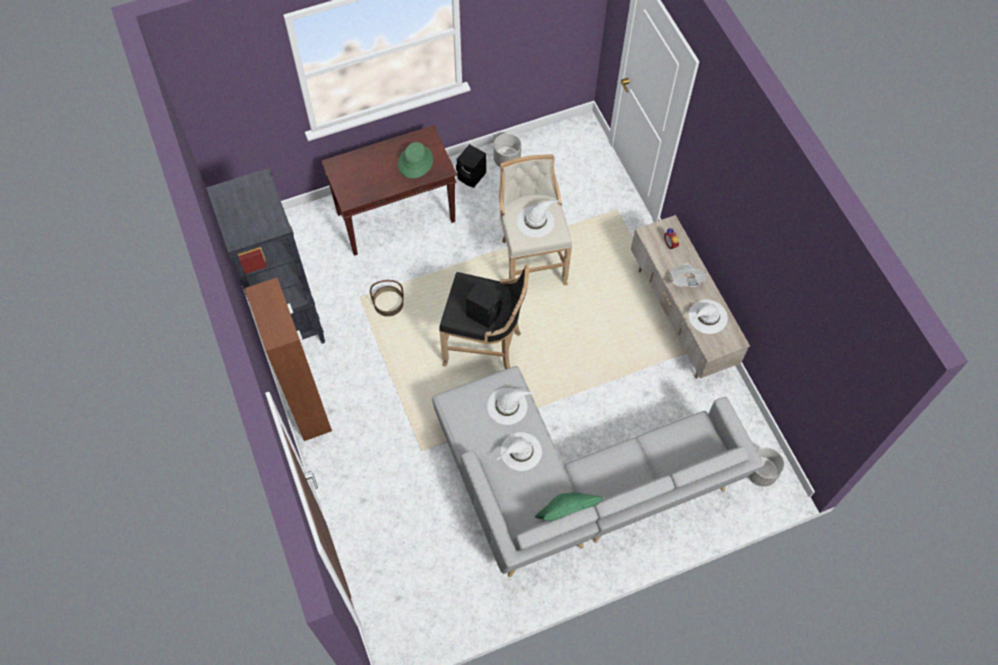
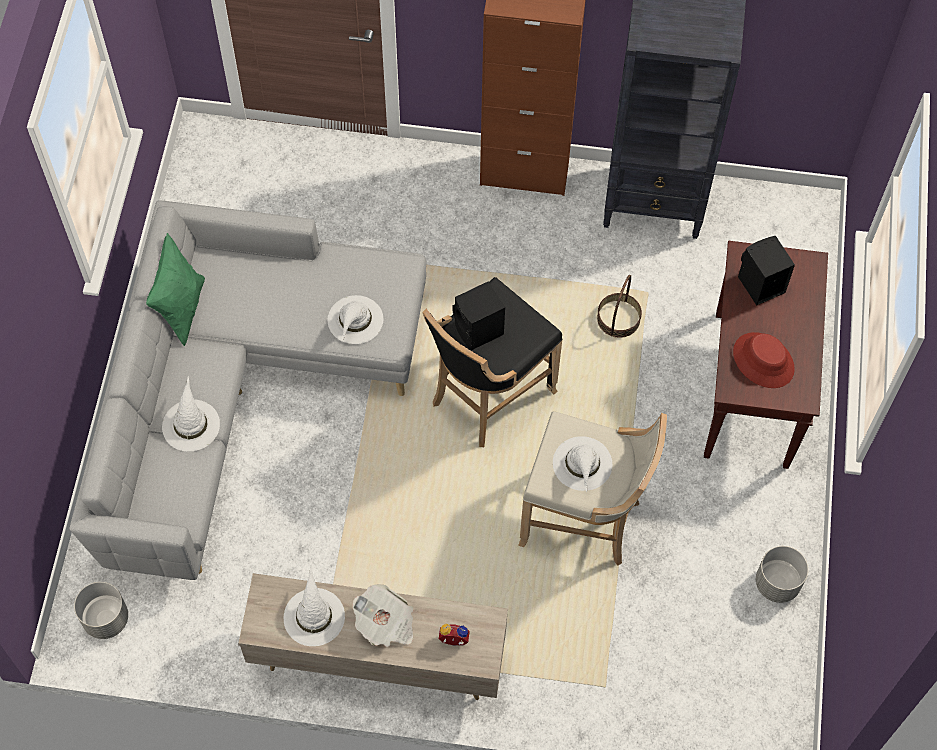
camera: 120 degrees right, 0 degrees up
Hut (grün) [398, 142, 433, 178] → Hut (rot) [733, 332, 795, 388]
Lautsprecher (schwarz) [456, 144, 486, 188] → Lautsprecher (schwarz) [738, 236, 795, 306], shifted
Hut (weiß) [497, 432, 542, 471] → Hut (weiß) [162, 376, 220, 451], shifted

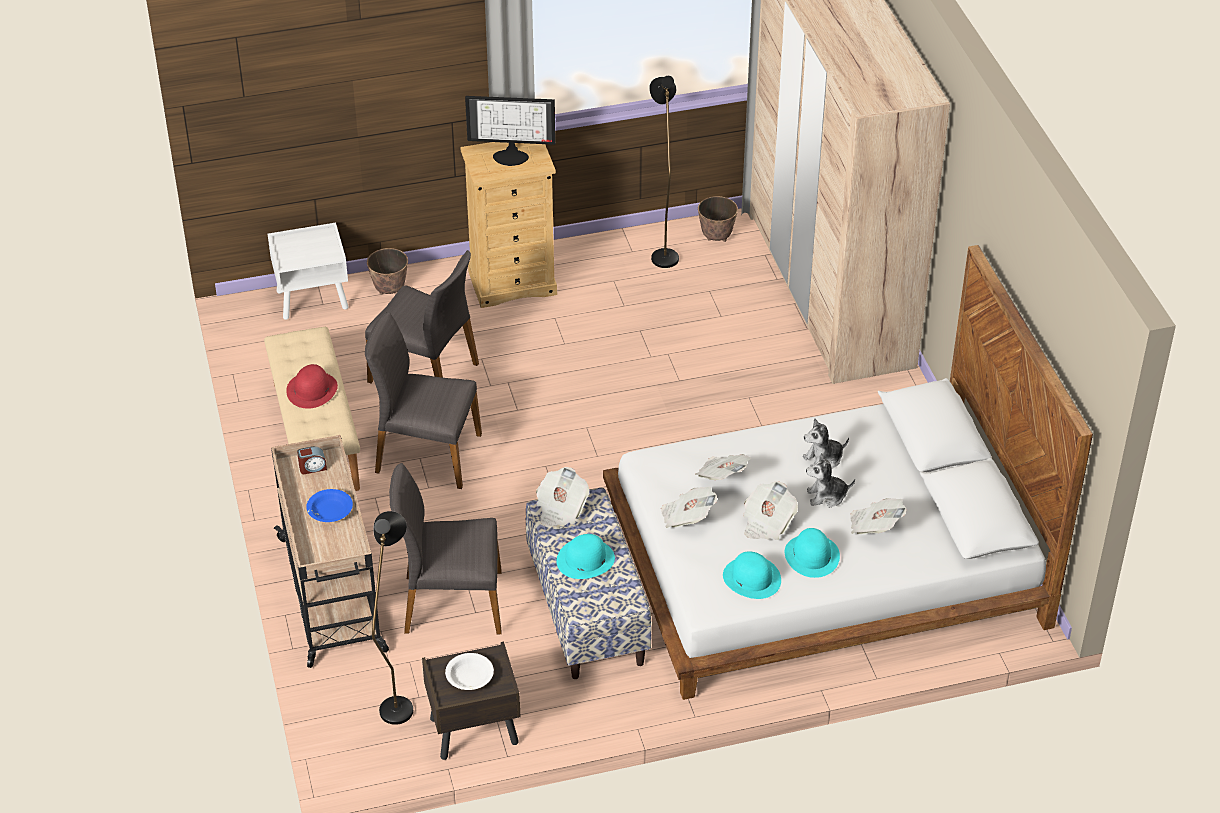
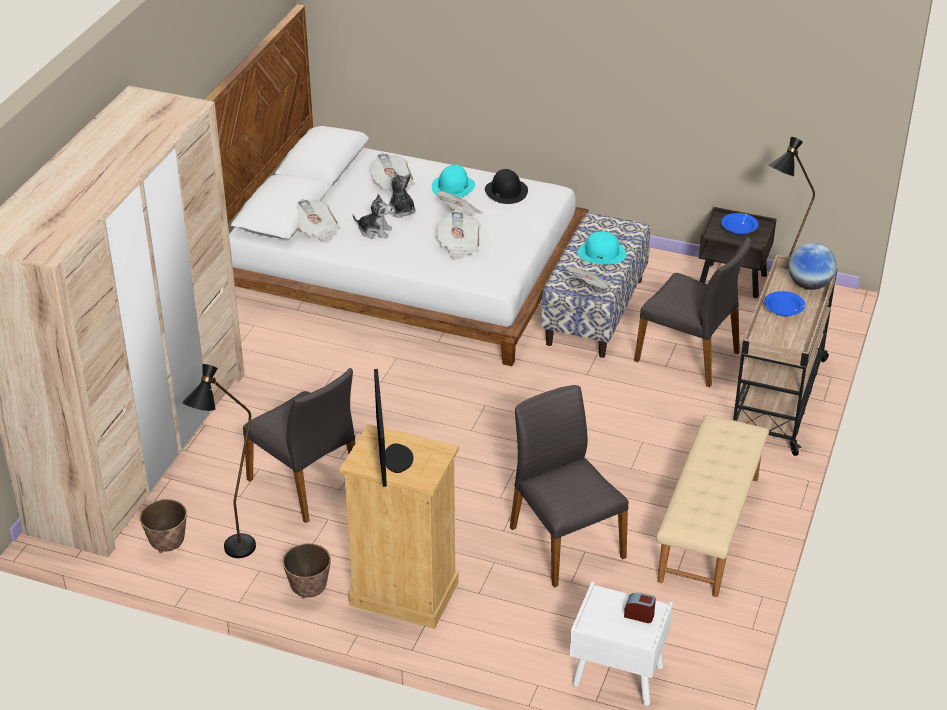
camera: 145 degrees left, 5 degrees down
Hut (rot) [286, 364, 338, 409] → -
Wecker [297, 446, 327, 474] → Wecker [624, 592, 656, 623], shifted
Stuhl (grau) [365, 312, 482, 489] → Stuhl (grau) [243, 368, 355, 523], shifted
Pflanzkübel [367, 248, 408, 295] → Pflanzkübel [283, 543, 331, 599], shifted
Schüssel (weiß) [445, 653, 494, 690] → Schüssel (blau) [721, 213, 759, 235]
Monitor [465, 96, 556, 166] → Monitor [374, 369, 414, 487], 45 degrees clockwise
Zeitung [661, 486, 717, 528] → Zeitung [296, 199, 340, 243], shifted
Hut (türkis) [723, 551, 781, 599] → Hut (schwarz) [485, 169, 528, 204]
Plüschtier [806, 453, 855, 508] → Plüschtier [387, 173, 416, 218], 150 degrees counterclockwise
- → Globus [788, 242, 837, 290]

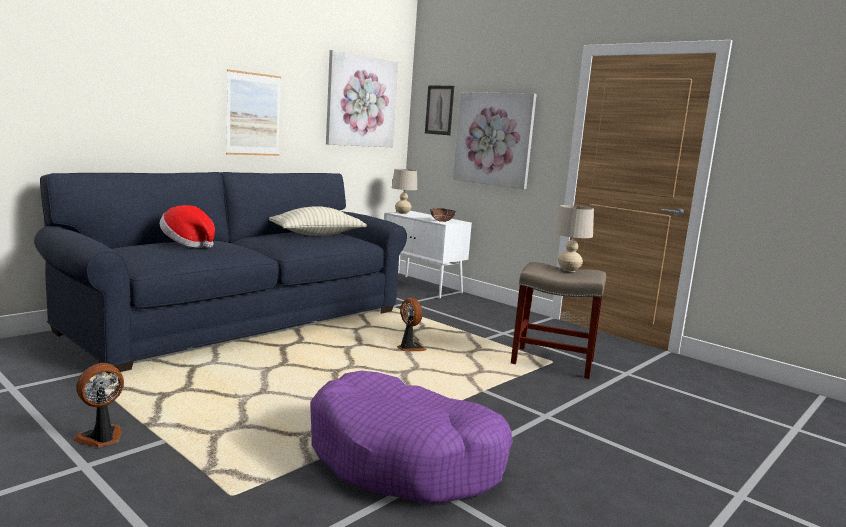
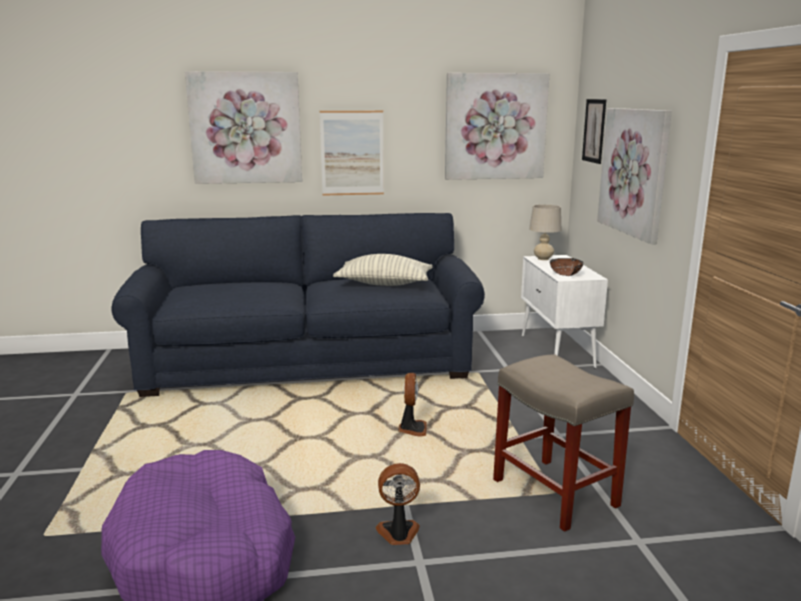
camera: 40 degrees right, 5 degrees up
Ventilator [73, 363, 124, 447] → Ventilator [376, 463, 420, 545], shifted
Hut [160, 205, 215, 248] → -
Tischlampe (beige) [554, 205, 594, 272] → -
- → Bild [185, 71, 302, 184]

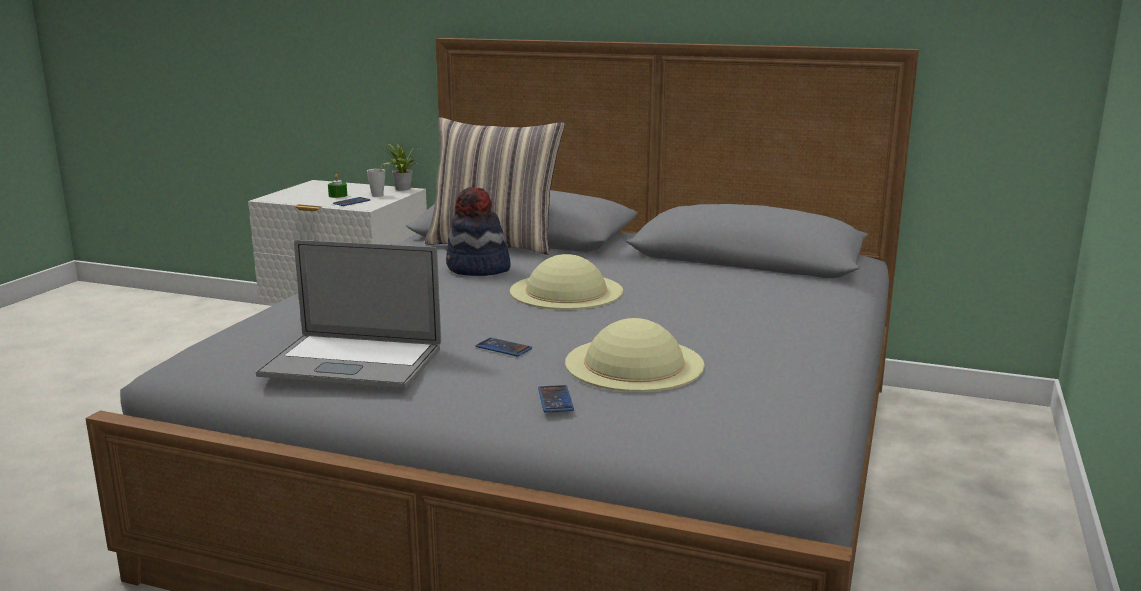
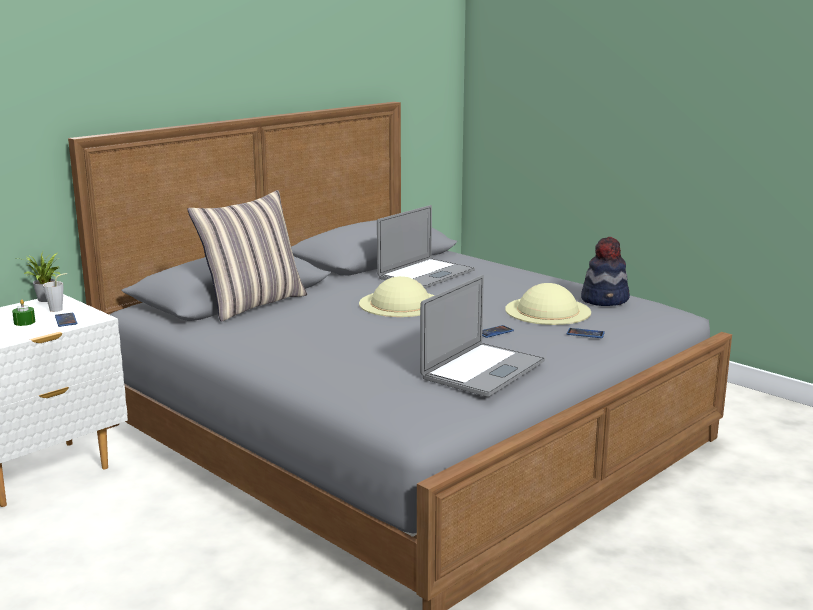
camera: 65 degrees left, 0 degrees up
Hut [446, 187, 511, 276] → Hut [581, 237, 630, 306], shifted
- → Laptop [377, 205, 475, 288]

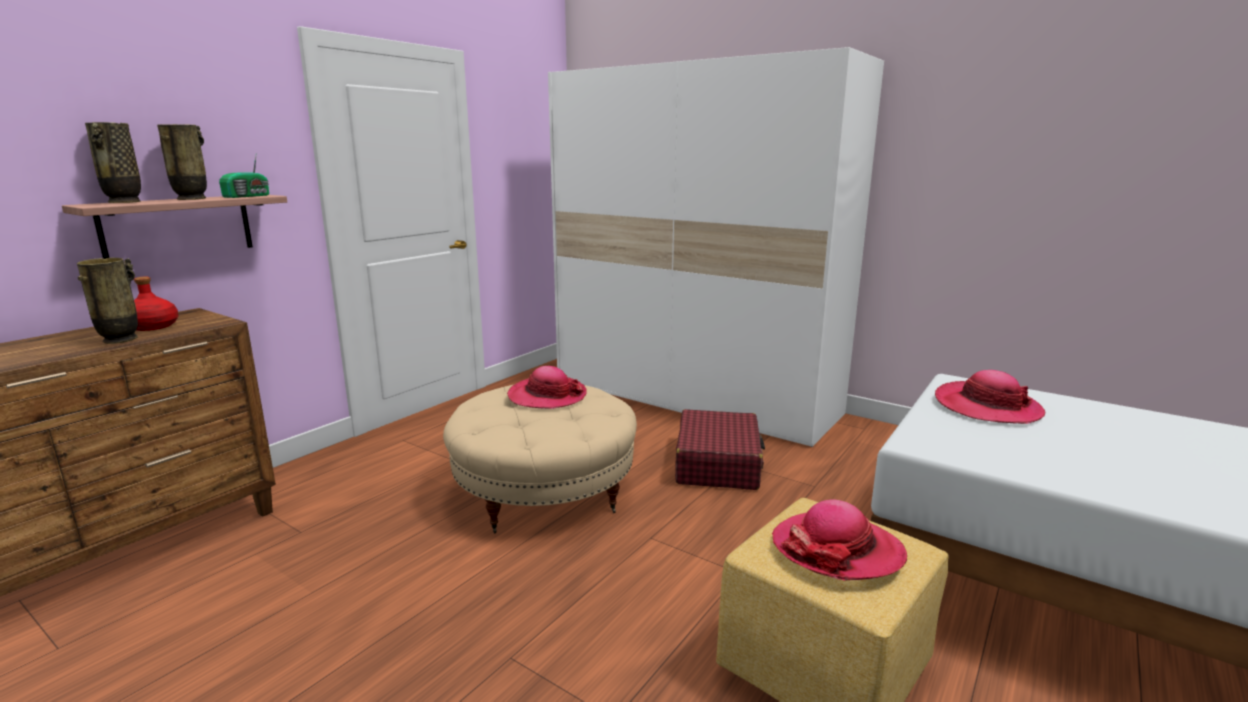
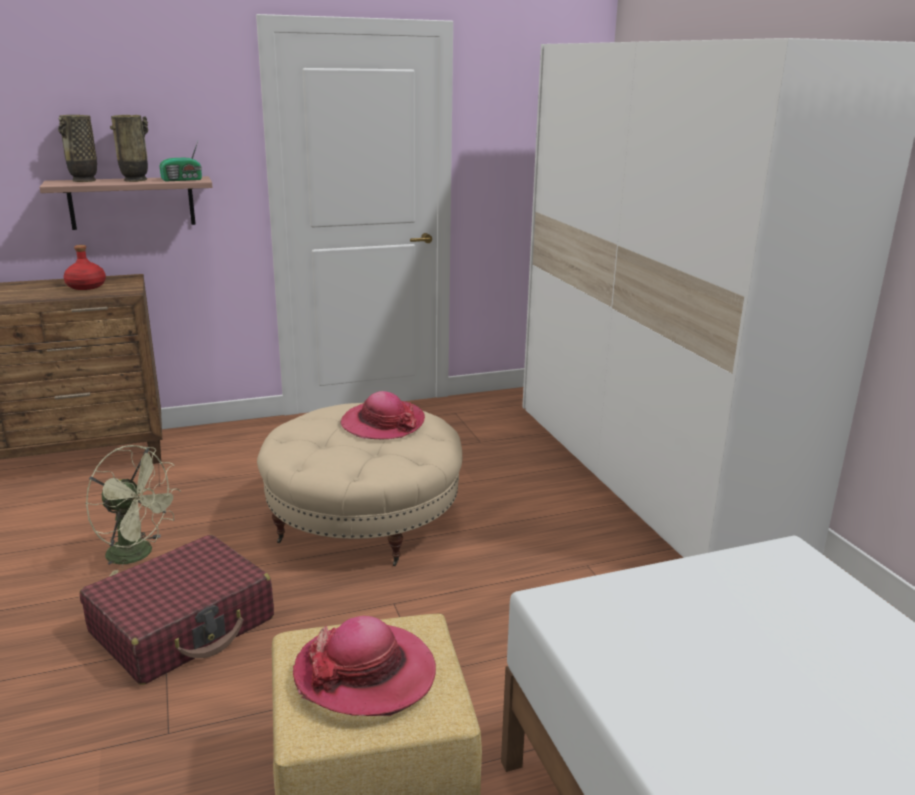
camera: 35 degrees right, 5 degrees up
Vase [77, 258, 138, 344] → -
Koffer (rot) [675, 409, 765, 490] → Koffer (rot) [80, 535, 274, 685], shifted
Hut [935, 370, 1045, 424] → -
- → Ventilator (grün) [86, 445, 181, 576]

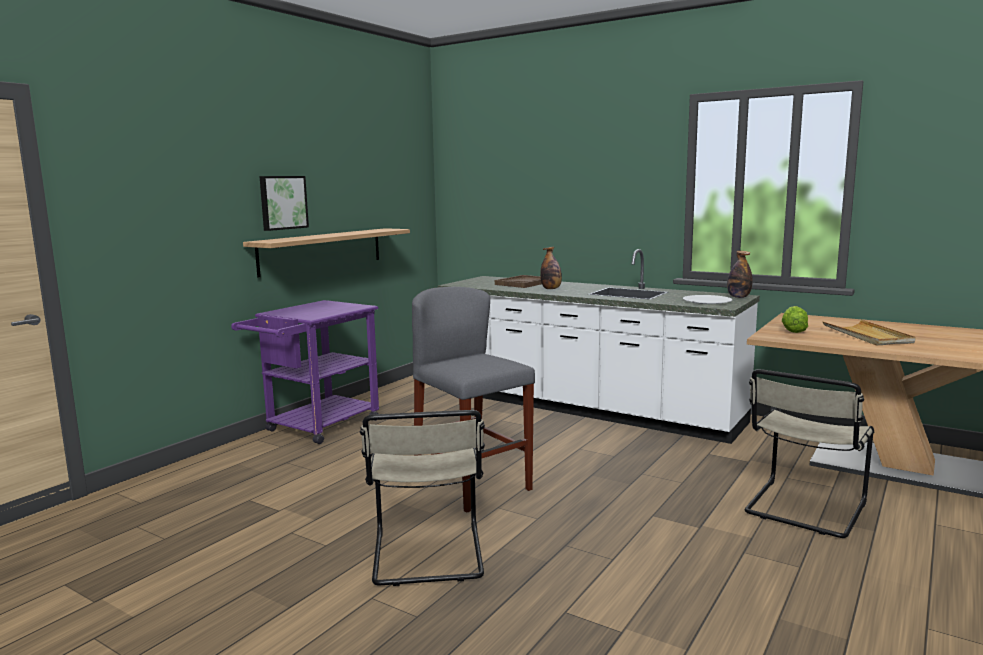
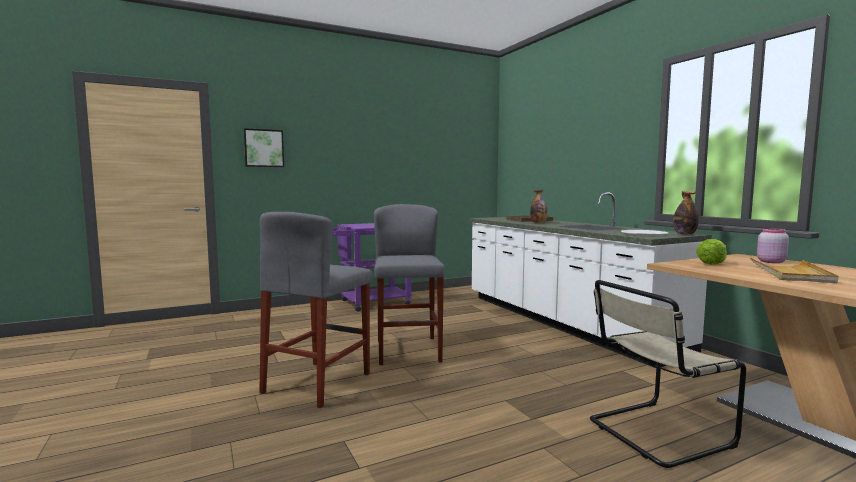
camera: 30 degrees right, 5 degrees down
Wandregal [243, 228, 410, 278] → -
Bild [259, 176, 309, 231] → Bild [244, 128, 284, 167], shifted
Stuhl (beige) [360, 410, 485, 586] → Hocker (grau) [259, 212, 372, 408]
- → Vorratsglas (rosa) [757, 228, 789, 263]

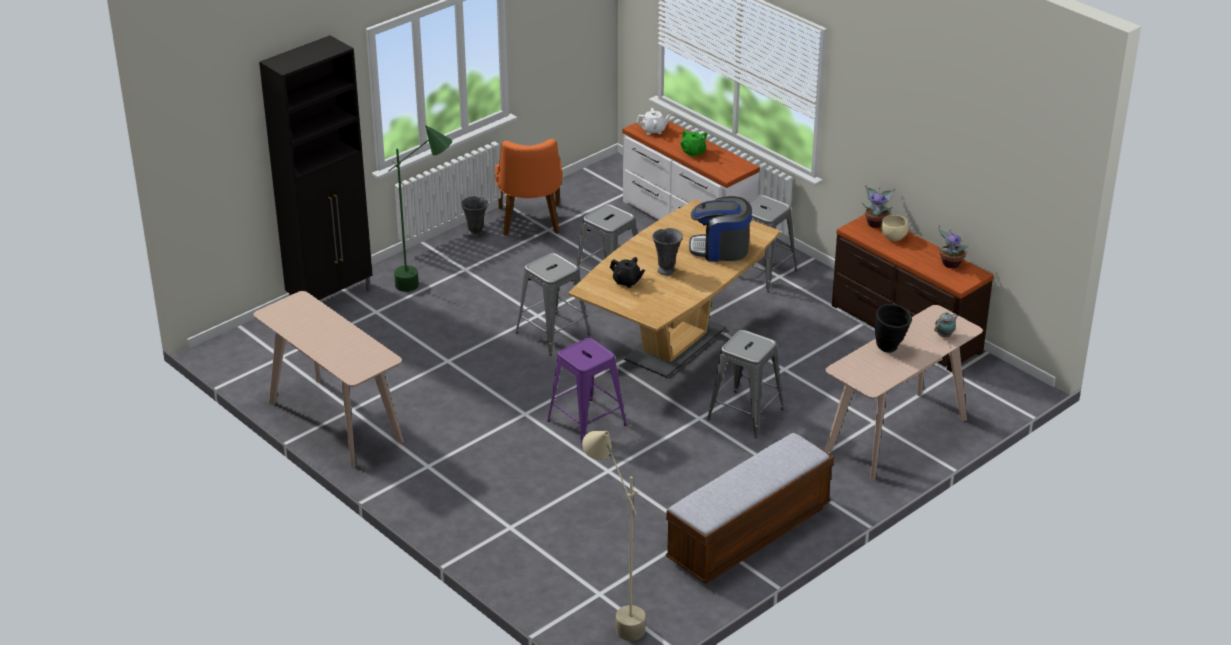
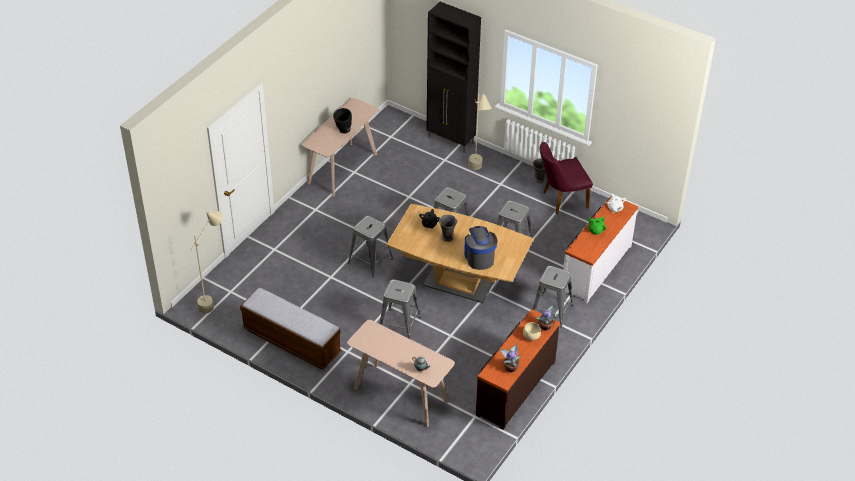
camera: 75 degrees right, 10 degrees up
Stehlampe (grün) [388, 125, 452, 292] → Stehlampe (beige) [468, 93, 492, 170]
Stuhl (orange) [495, 139, 563, 236] → Stuhl (lila) [540, 142, 593, 214]
Hocker (lila) [547, 338, 627, 448] → Hocker (grau) [348, 216, 393, 277]
Vase (schwarz) [875, 304, 912, 353] → Vase (schwarz) [333, 108, 352, 134], shifted

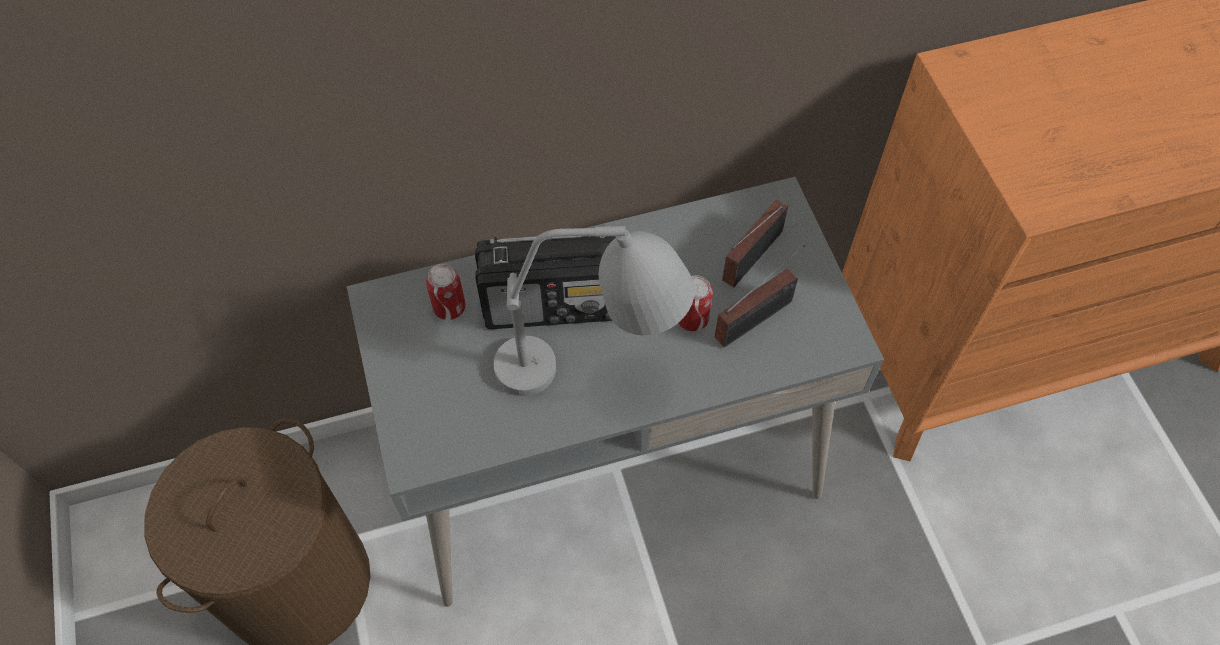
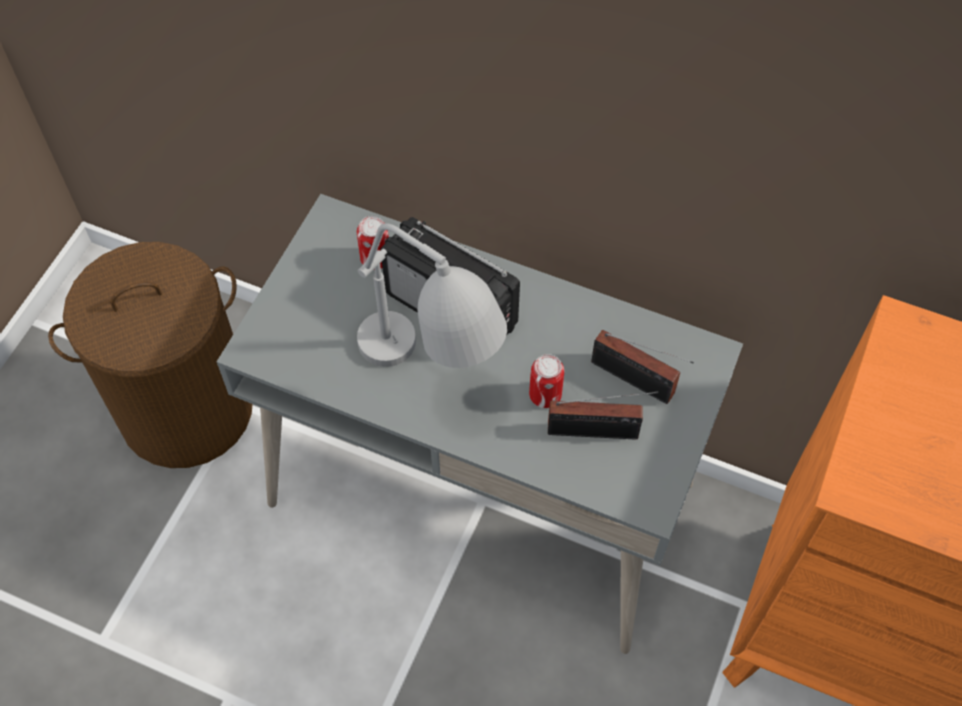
camera: 40 degrees right, 0 degrees up
Radio [722, 199, 788, 287] → Radio [591, 330, 694, 404], 135 degrees counterclockwise

